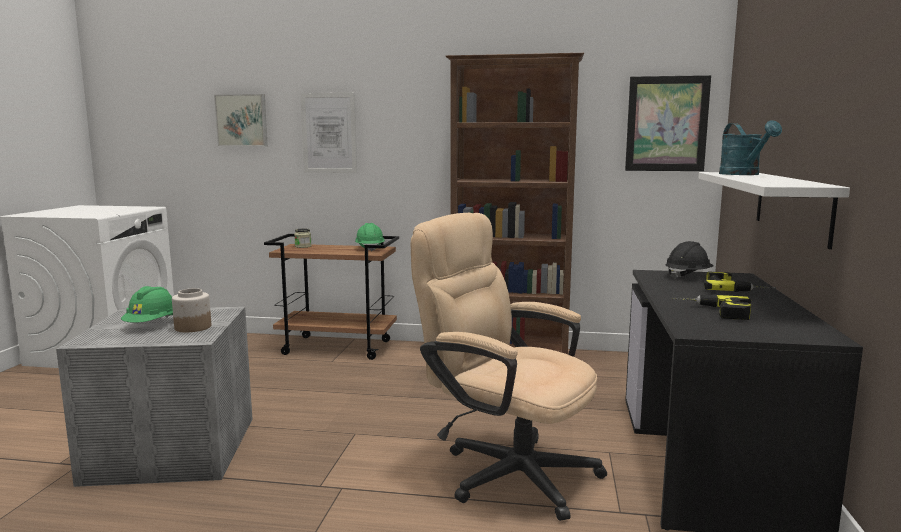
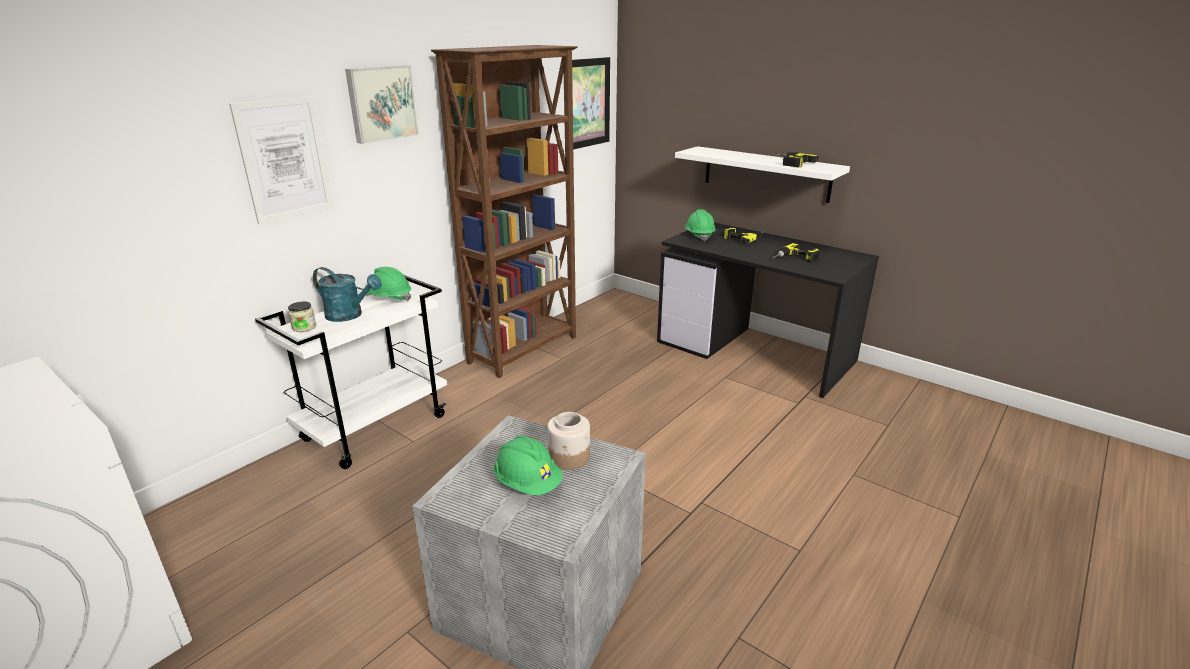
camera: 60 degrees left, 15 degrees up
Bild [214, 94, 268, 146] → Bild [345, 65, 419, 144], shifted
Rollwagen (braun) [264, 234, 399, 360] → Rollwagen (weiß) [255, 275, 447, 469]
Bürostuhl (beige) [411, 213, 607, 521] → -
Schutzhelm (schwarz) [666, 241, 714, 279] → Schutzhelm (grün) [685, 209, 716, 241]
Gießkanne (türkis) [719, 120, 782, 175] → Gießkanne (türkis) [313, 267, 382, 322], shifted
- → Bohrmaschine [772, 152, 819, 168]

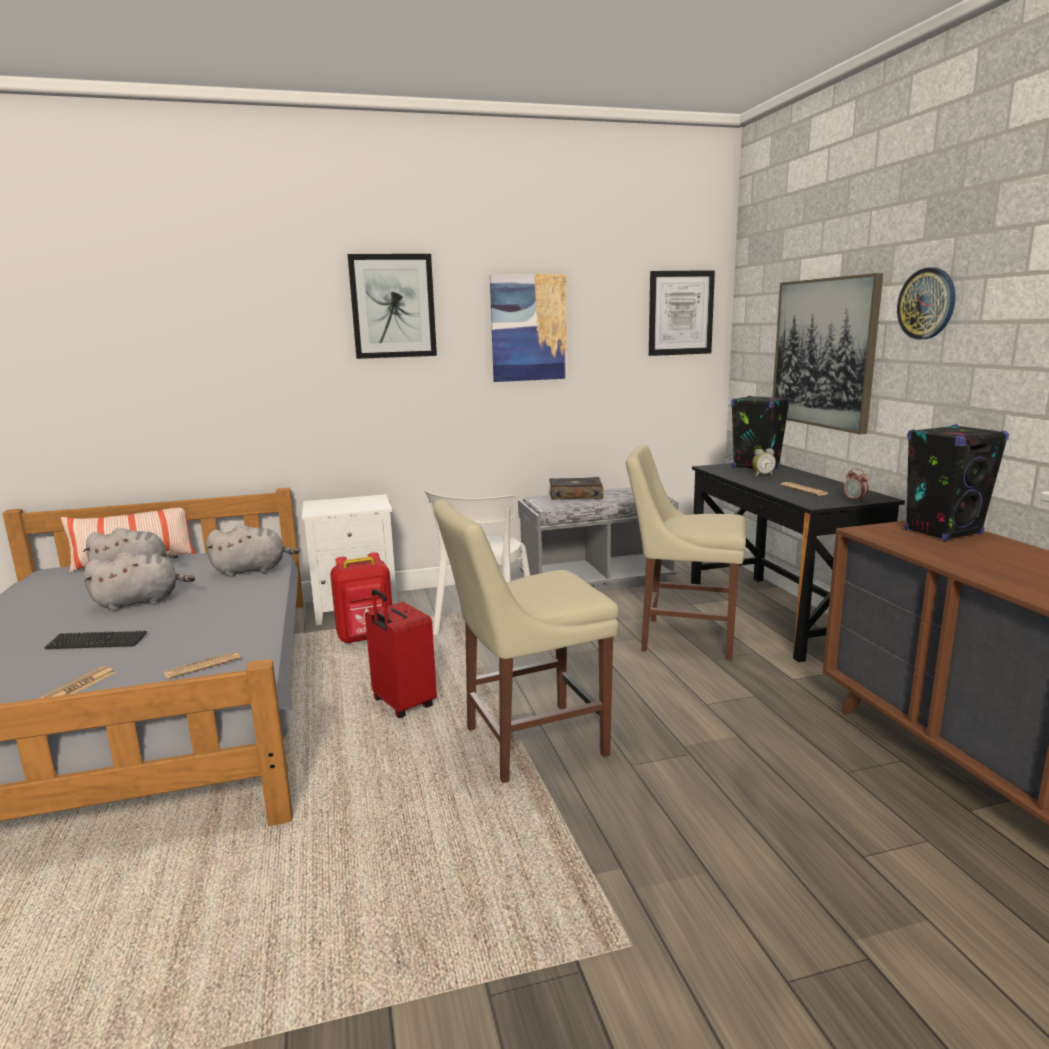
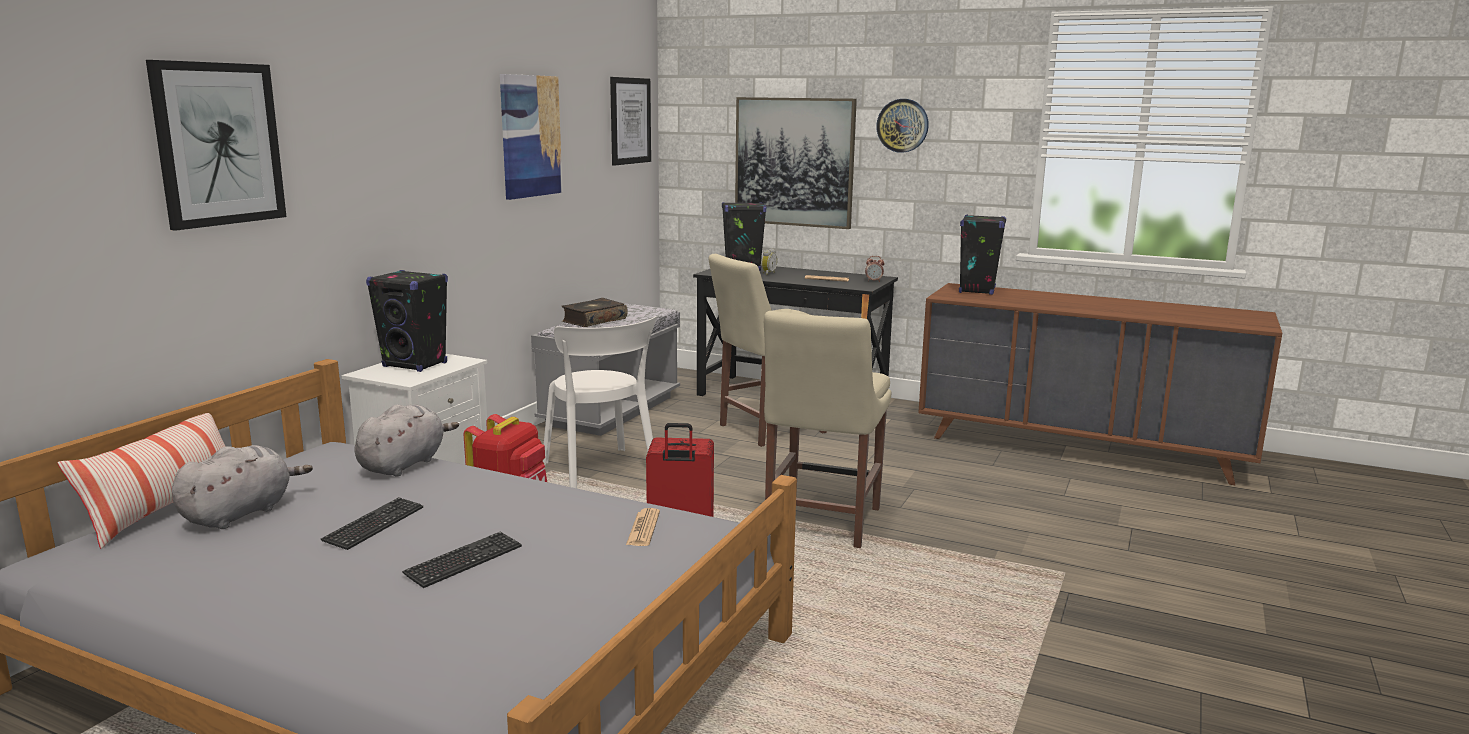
camera: 50 degrees left, 0 degrees up
Zeitung [37, 666, 116, 699] → -
Plüschtier (grau) [84, 552, 195, 611] → Tastatur [321, 497, 423, 550]
Bild [348, 254, 437, 359] → Bild [146, 60, 287, 231], shifted
- → Lautsprecher (schwarz) [366, 270, 448, 372]

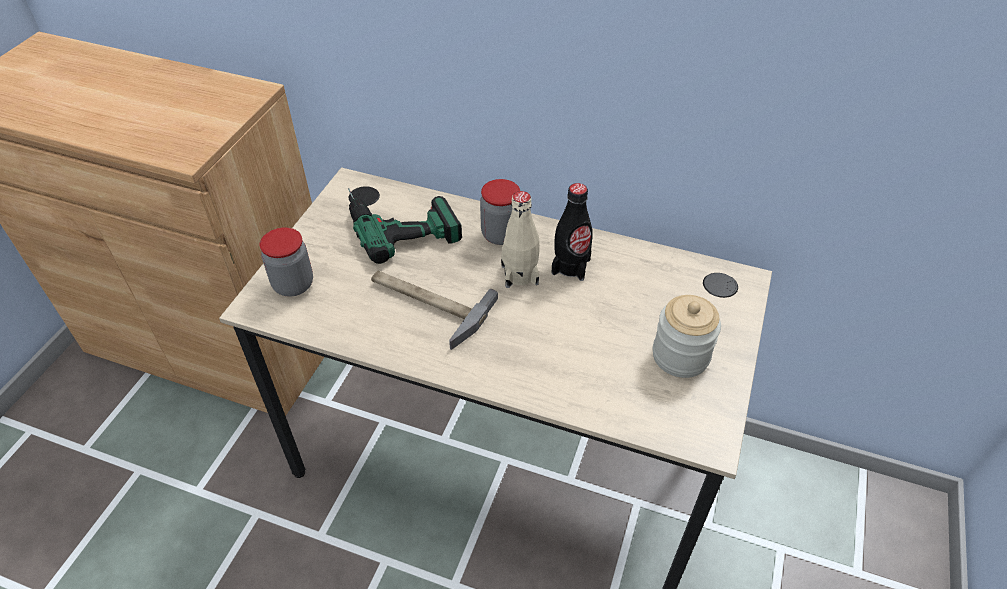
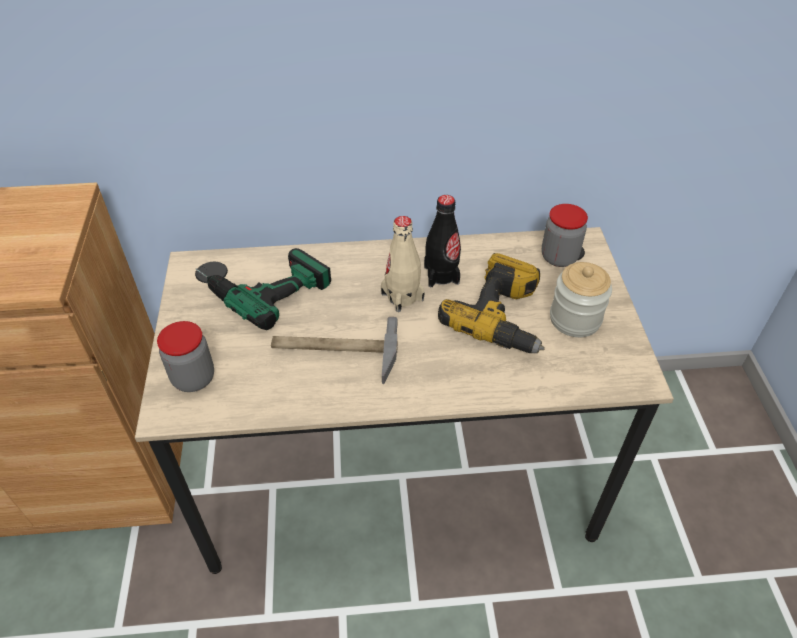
camera: 25 degrees left, 0 degrees up
Vorratsglas [480, 179, 520, 245] → Vorratsglas [542, 204, 588, 267], shifted
- → Bohrmaschine [438, 253, 545, 353]

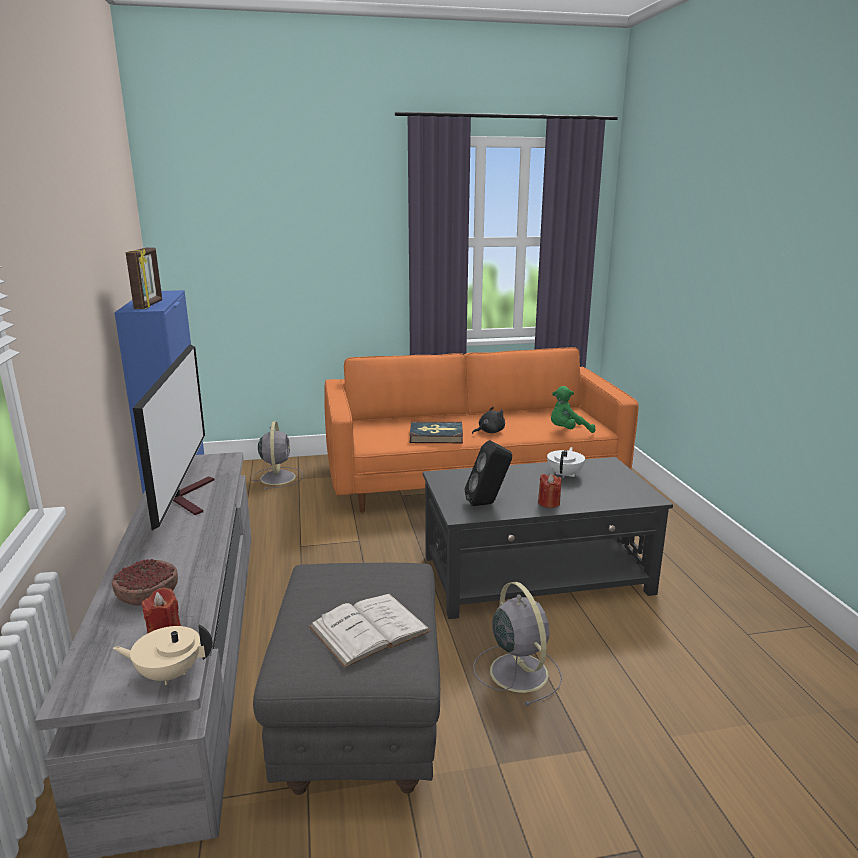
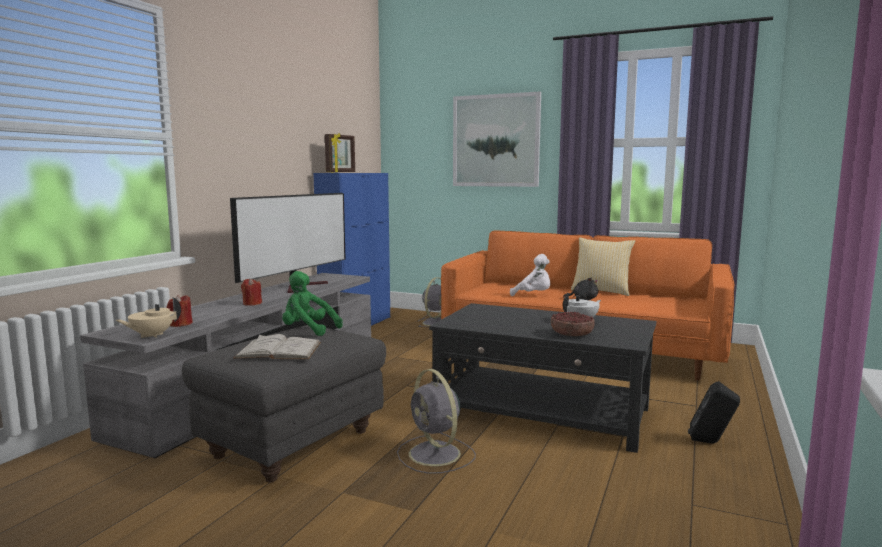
camera: 35 degrees right, 10 degrees down
Schüssel [112, 559, 178, 606] → Schüssel [551, 311, 595, 336], shifted
Teekanne (beige) [113, 624, 213, 685] → Teekanne (beige) [116, 297, 181, 338], 75 degrees counterclockwise
Buch [409, 422, 463, 443] → Plüschtier (weiß) [510, 254, 550, 296]
Lautsprecher (schwarz) [465, 440, 512, 506] → Lautsprecher (schwarz) [688, 381, 740, 444], shifted
Ventilator (grau) [473, 582, 562, 706] → Ventilator (grau) [397, 369, 476, 474], 135 degrees clockwise
Kerze (rot) [538, 474, 561, 508] → Kerze (rot) [241, 278, 262, 306], shifted
Plüschtier (grün) [551, 386, 595, 433] → Plüschtier (grün) [282, 271, 343, 336], shifted
- → Bild [453, 92, 541, 187]
- → Kissen [571, 237, 635, 296]

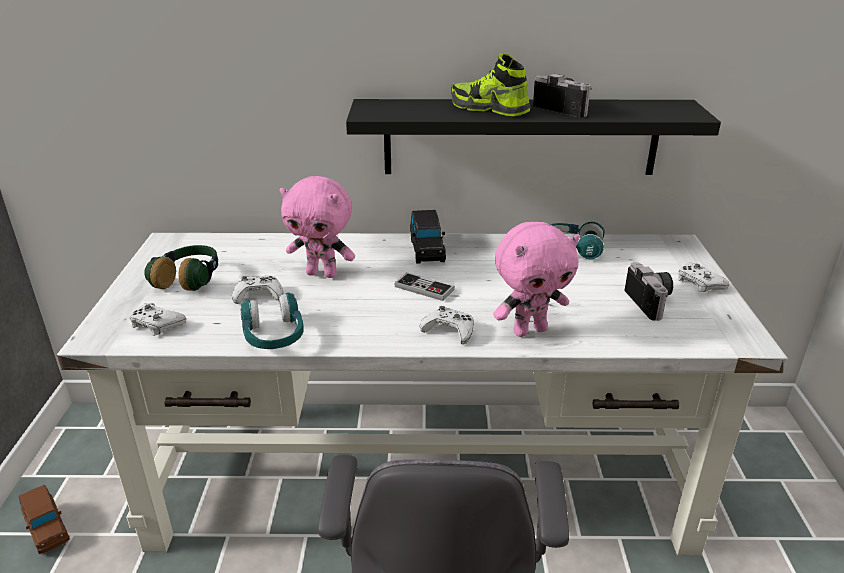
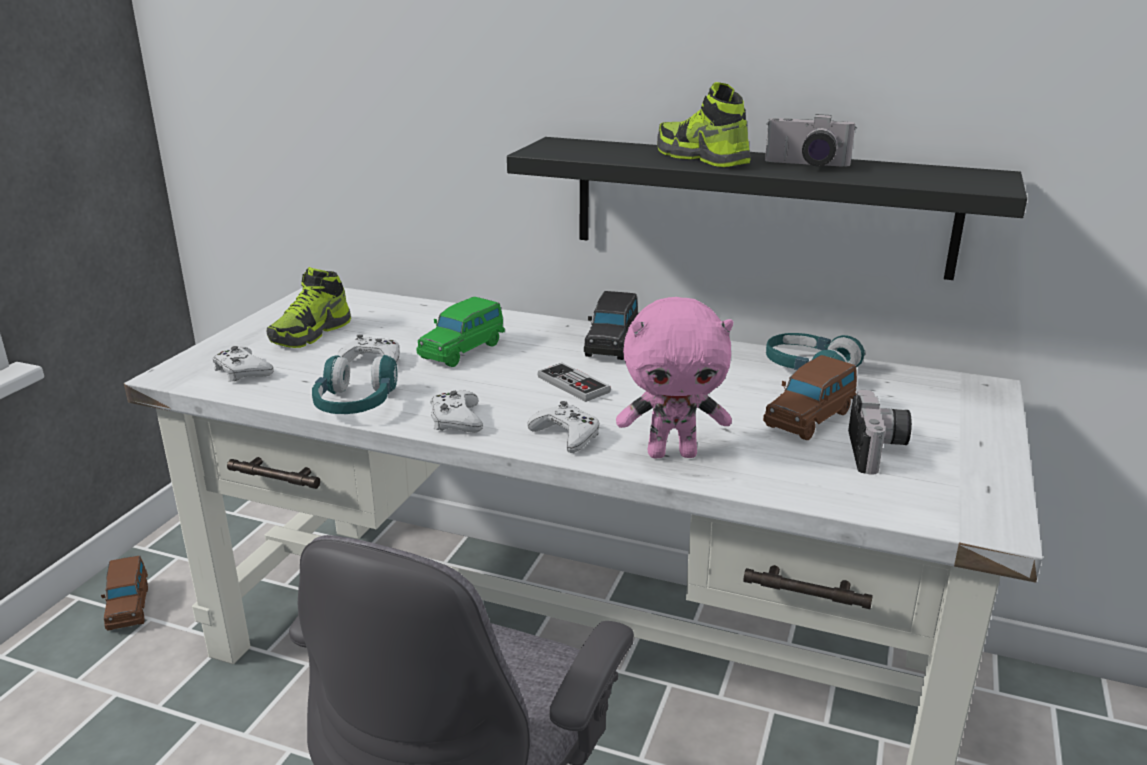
camera: 20 degrees right, 5 degrees down
Kopfhörer [144, 245, 218, 291] → Schuh [267, 267, 351, 348]
Plüschtier (rosa) [279, 176, 355, 278] → Spielzeugauto (grün) [416, 297, 505, 367]
Kamera [533, 74, 591, 117] → Kamera [765, 114, 857, 167], 135 degrees clockwise
Gamepad (weiß) [678, 263, 729, 292] → Gamepad (weiß) [430, 391, 483, 433], shifted
- → Spielzeugauto (braun) [763, 355, 857, 440]

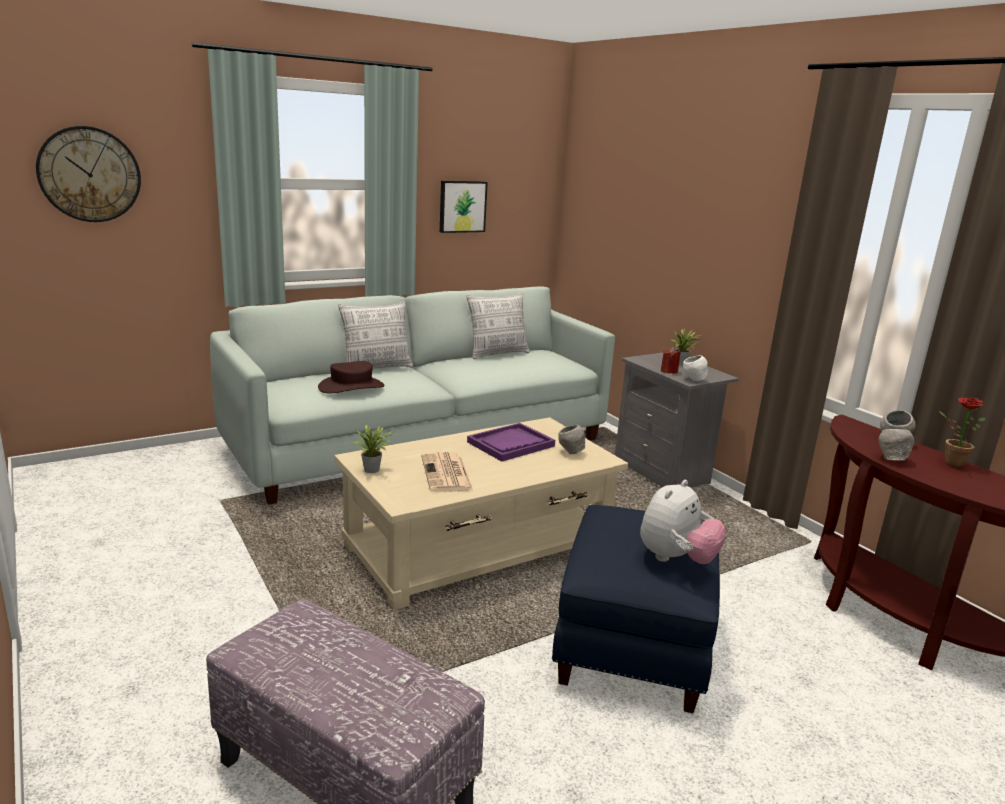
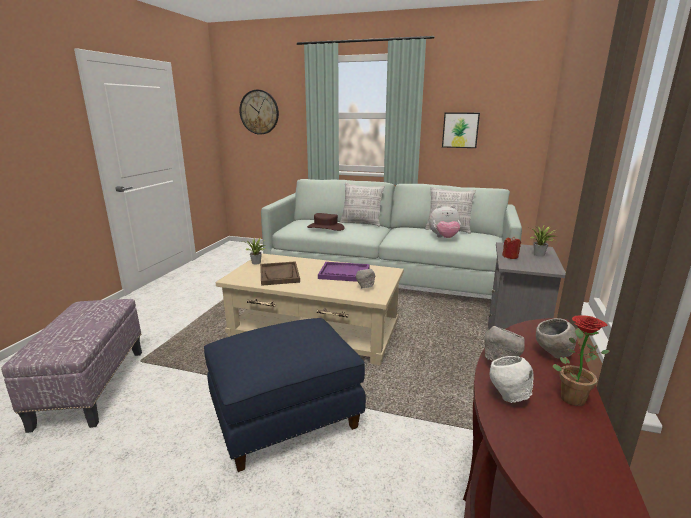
camera: 50 degrees right, 0 degrees up
Zeitung [421, 452, 473, 492] → Tablett (braun) [260, 261, 300, 286]
Plüschtier [640, 480, 727, 564] → Plüschtier [429, 205, 461, 238], shifted
Schüssel (weiß) [683, 355, 708, 381] → Schüssel (weiß) [490, 356, 534, 403], shifted

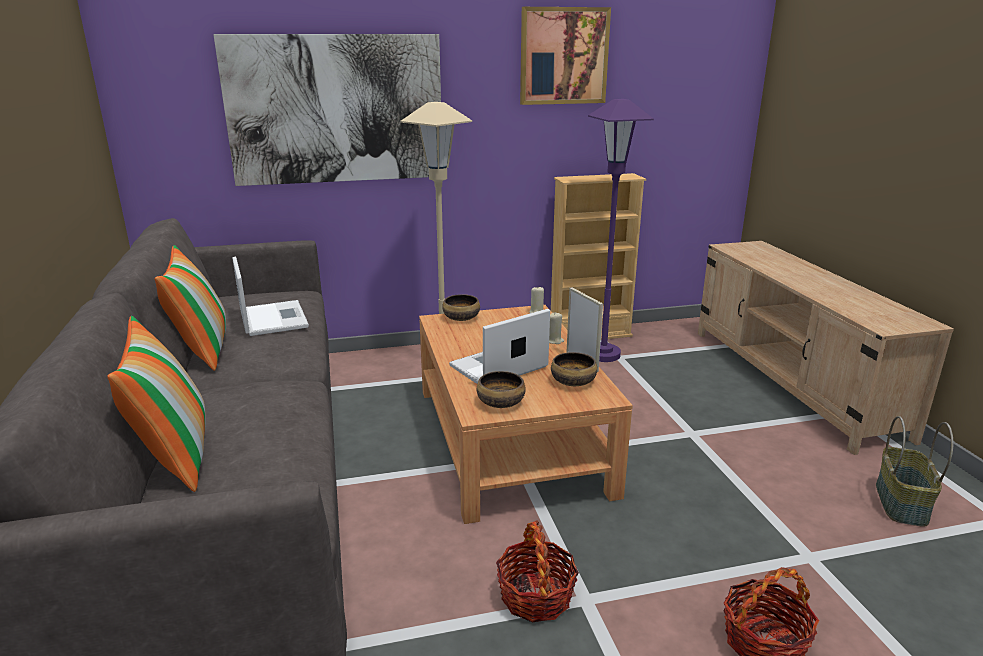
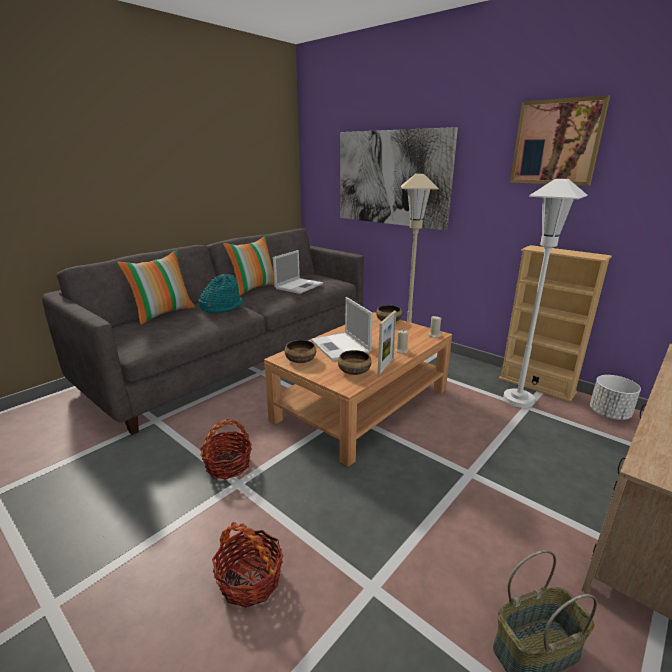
camera: 55 degrees right, 0 degrees up
Laptop [449, 309, 550, 384] → Laptop [311, 297, 373, 361], 135 degrees counterclockwise
Stehlampe (lila) [588, 99, 654, 362] → Stehlampe (weiß) [503, 179, 587, 408]
- → Hut (türkis) [199, 274, 243, 313]
- → Pflanzkübel (weiß) [590, 375, 641, 420]

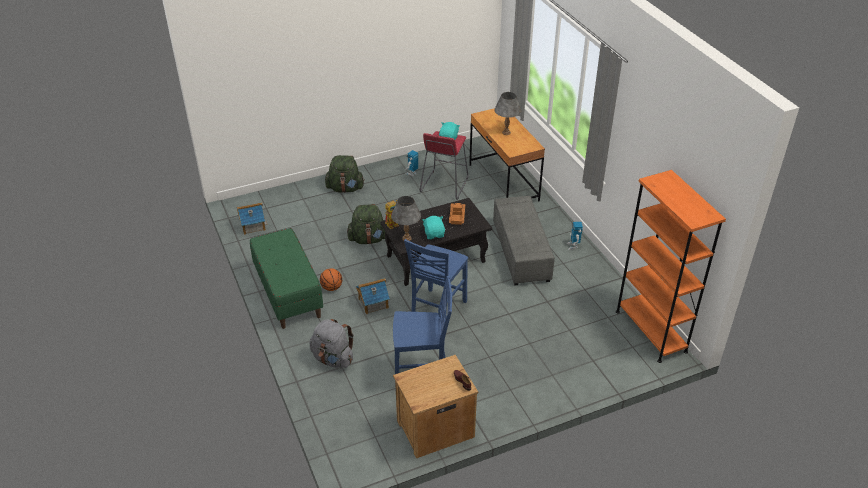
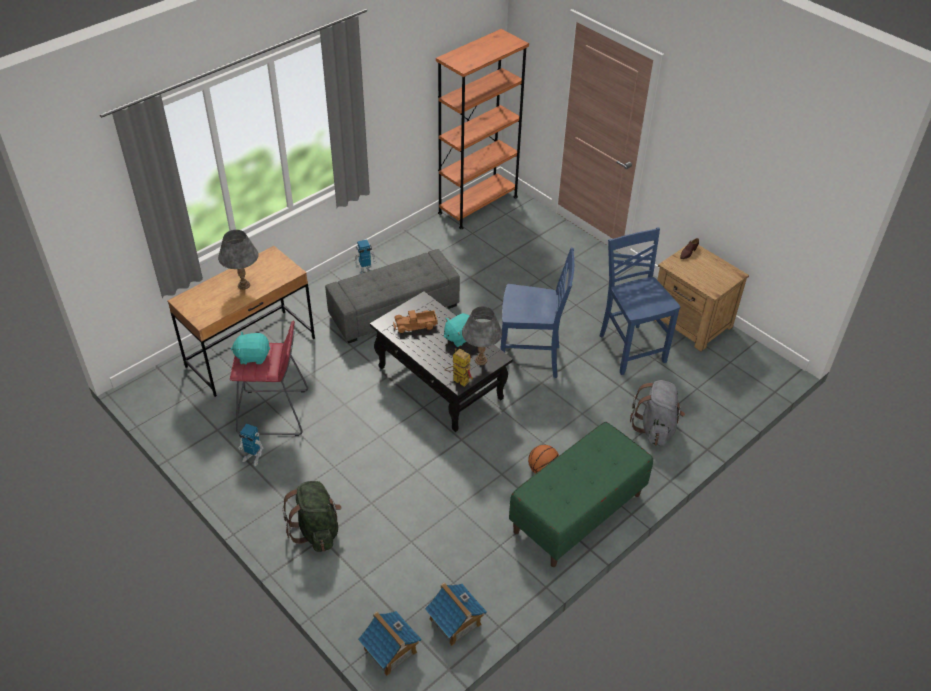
camera: 110 degrees left, 5 degrees up
Rucksack (grün) [347, 204, 385, 244] → -
Spielzeughaus [356, 278, 390, 314] → Spielzeughaus [358, 611, 421, 676], shifted

